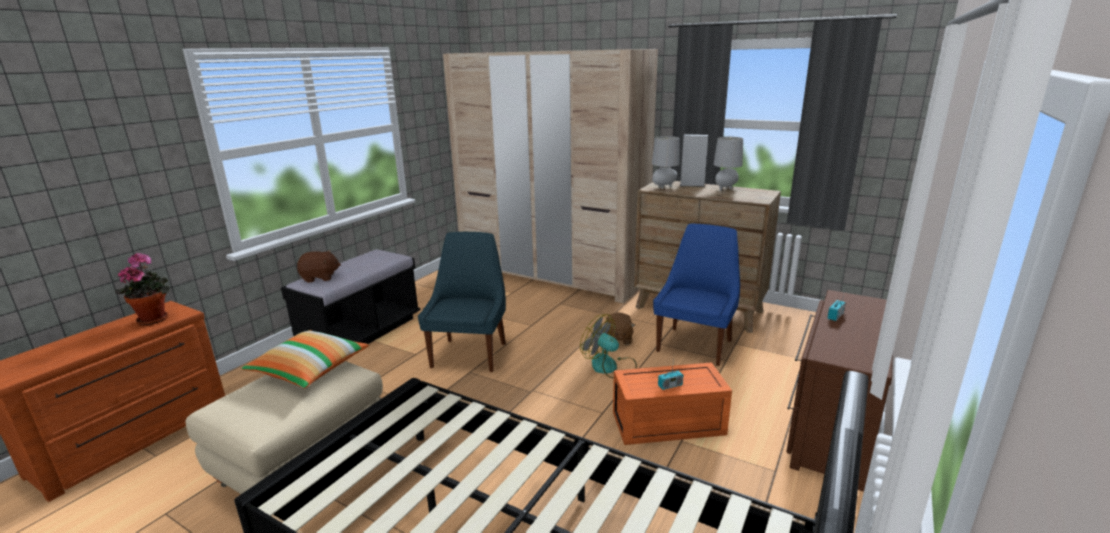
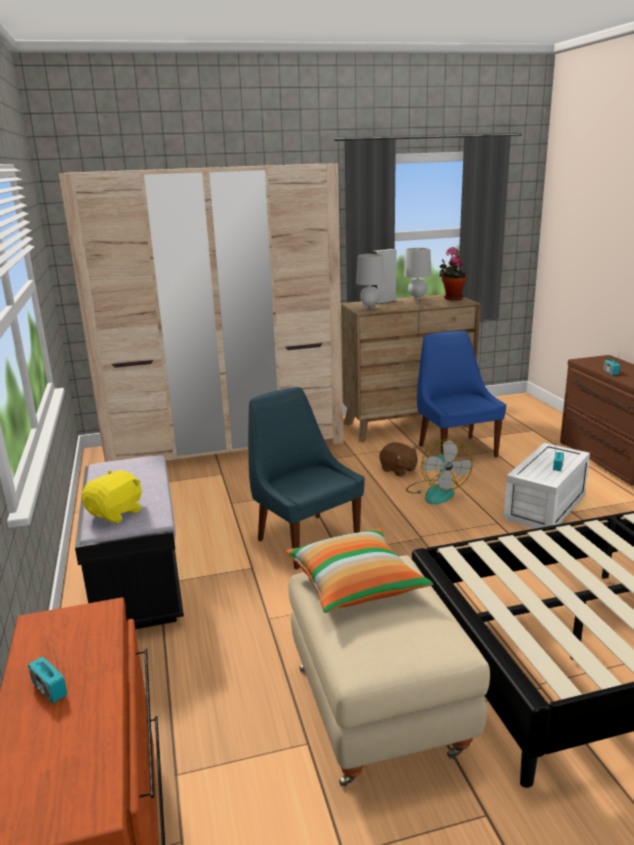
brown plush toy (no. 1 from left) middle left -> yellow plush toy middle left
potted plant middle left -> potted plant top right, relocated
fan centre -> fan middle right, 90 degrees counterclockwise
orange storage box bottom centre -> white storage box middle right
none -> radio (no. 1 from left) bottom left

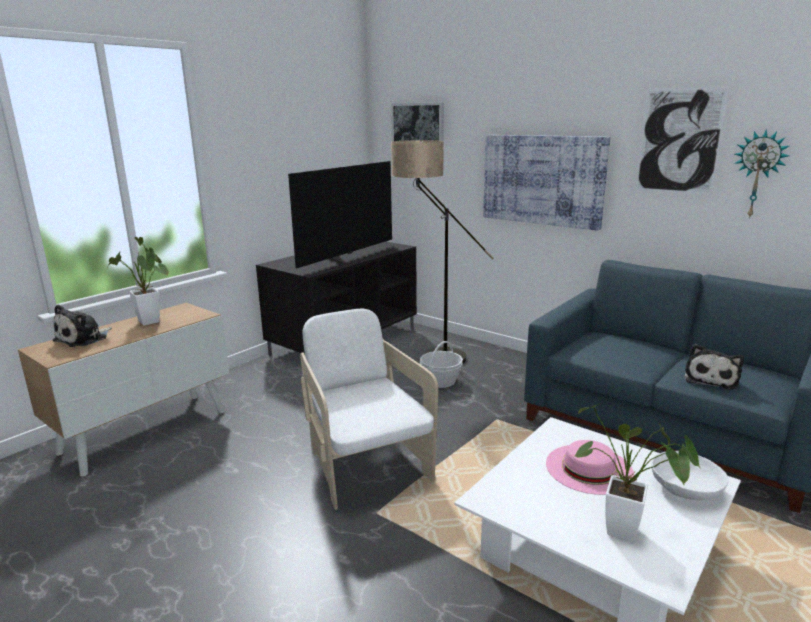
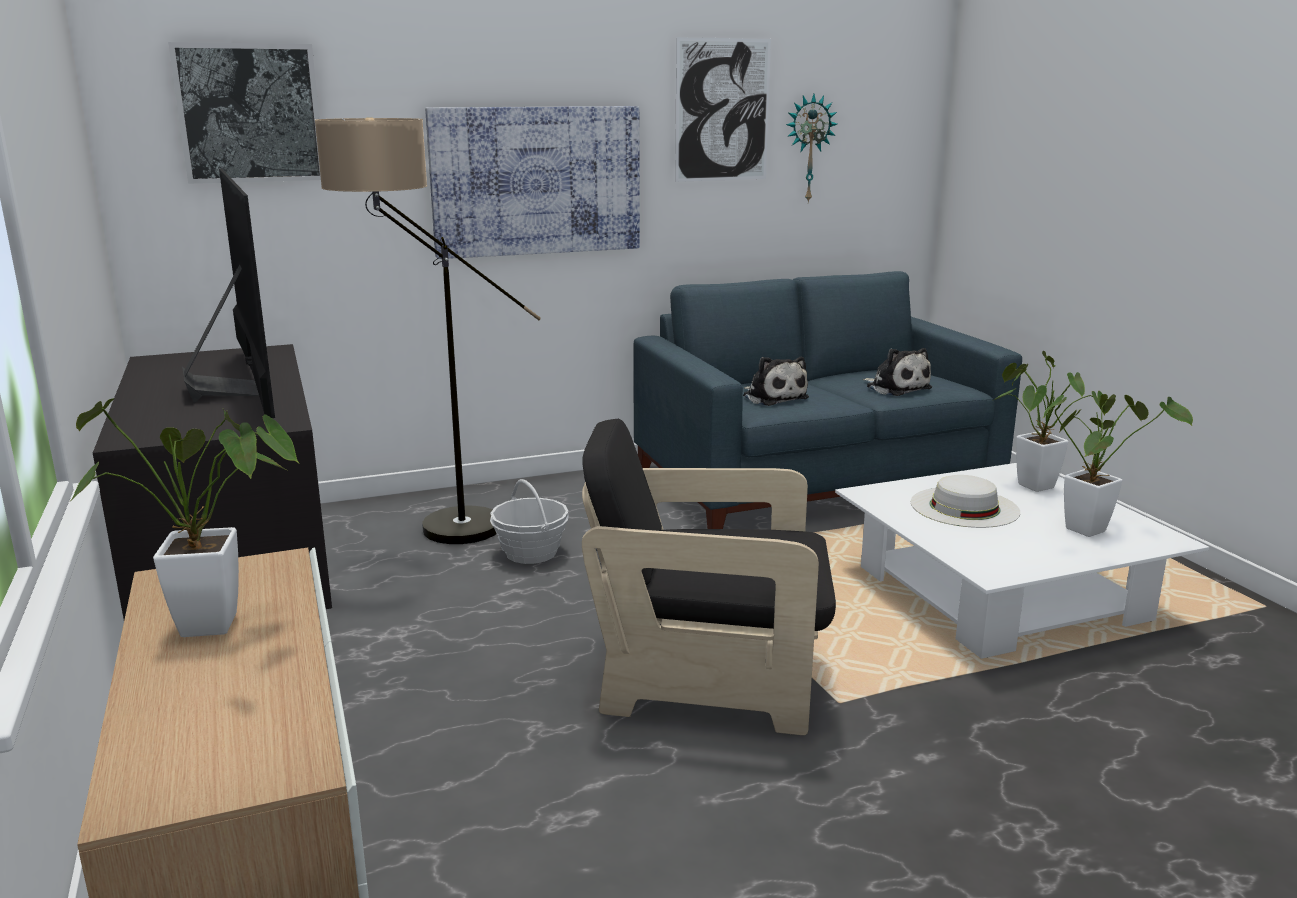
plush toy (no. 1 from left) middle left -> plush toy (no. 1 from left) centre, relocated
white armchair centre -> black armchair centre
pink hat bottom right -> white hat middle right
white bowl bottom right -> potted plant (no. 2 from left) middle right

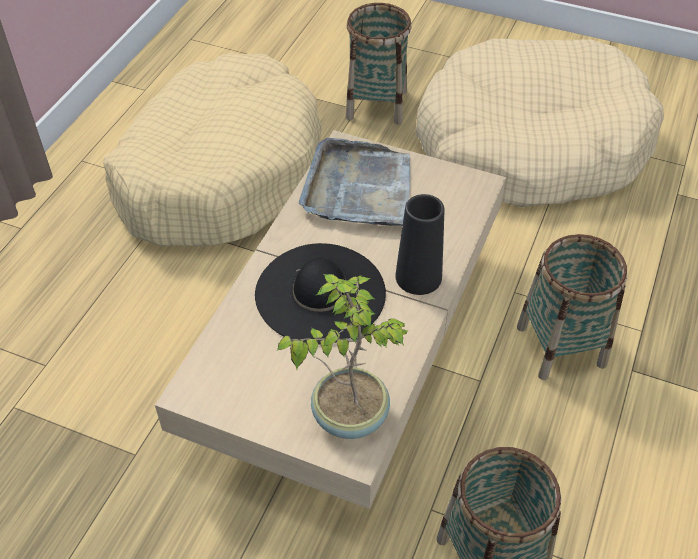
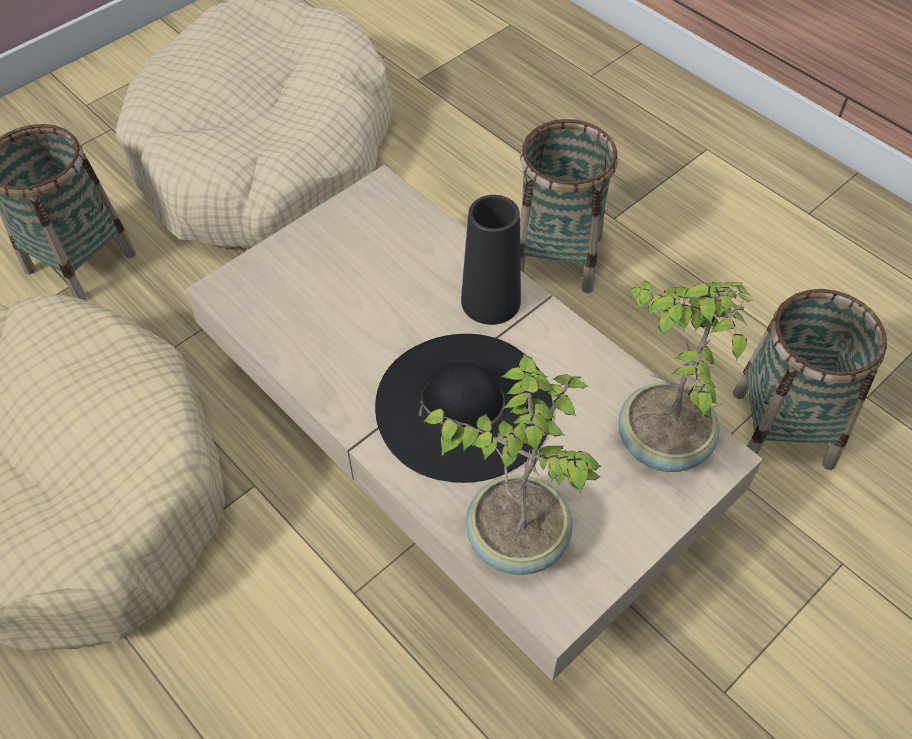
grey tray top centre -> none
none -> potted plant (no. 1 from left) centre

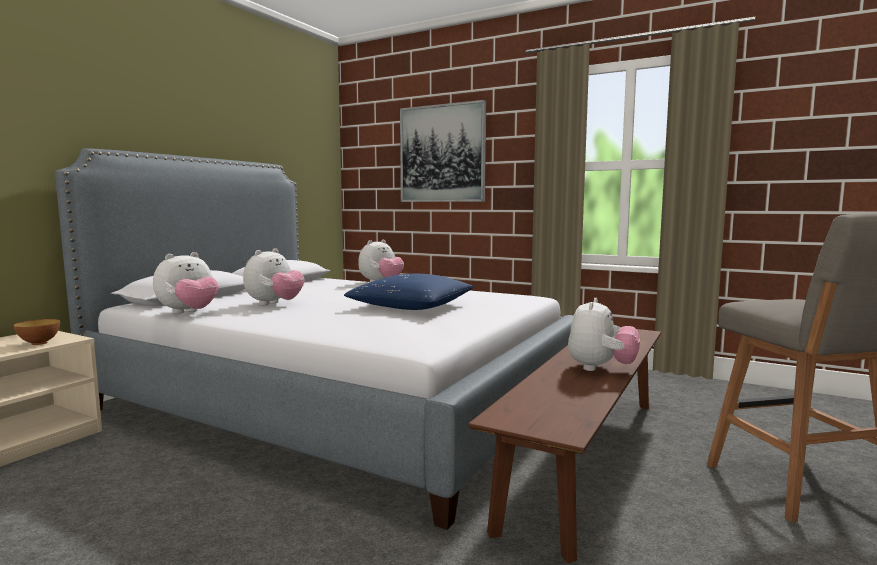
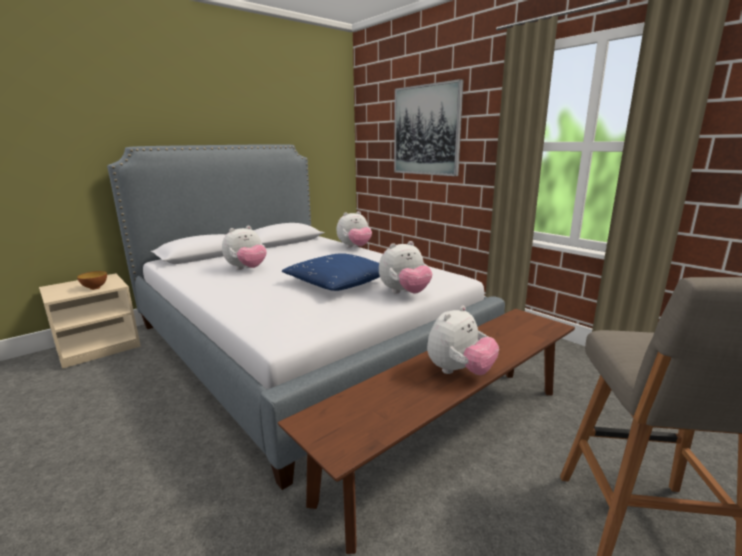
plush toy (no. 1 from left in the first image) middle left -> plush toy (no. 3 from left) centre, relocated

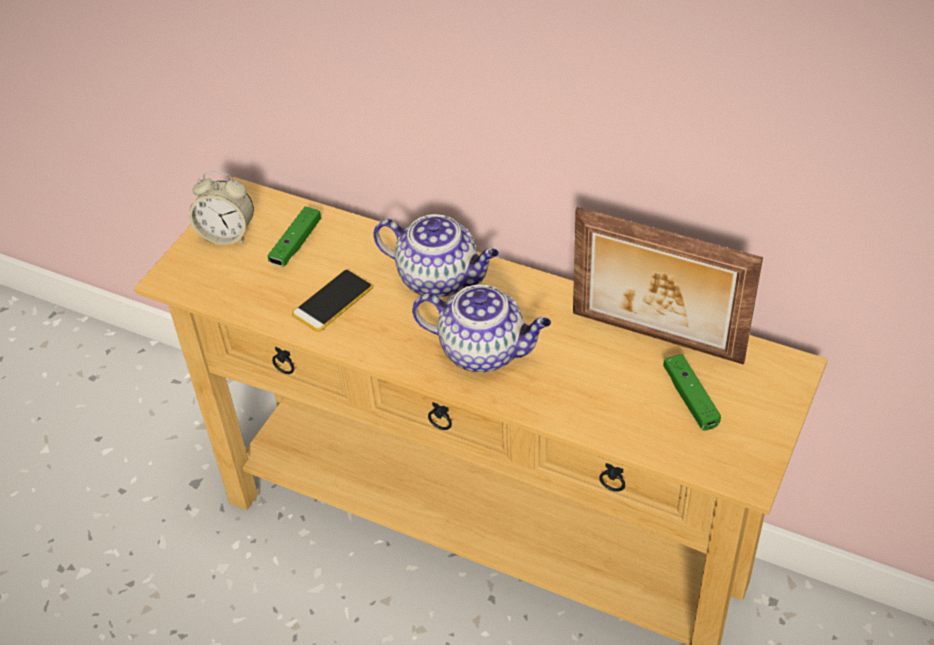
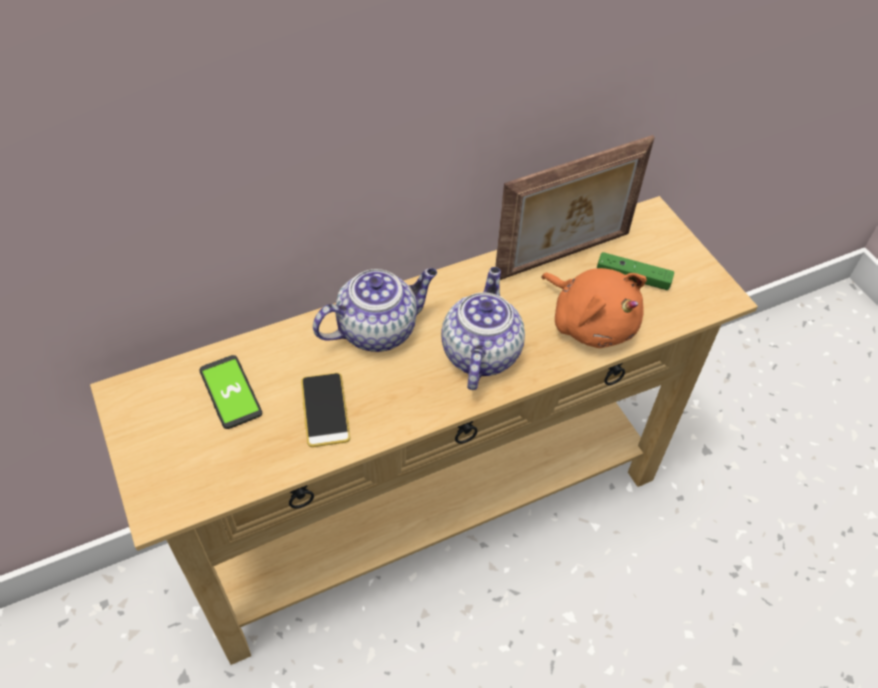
alarm clock top left -> none
green game controller (no. 1 from left) middle left -> phone (no. 1 from left) middle left
teapot (no. 2 from left) centre, 45 degrees counterclockwise
none -> orange plush toy middle right

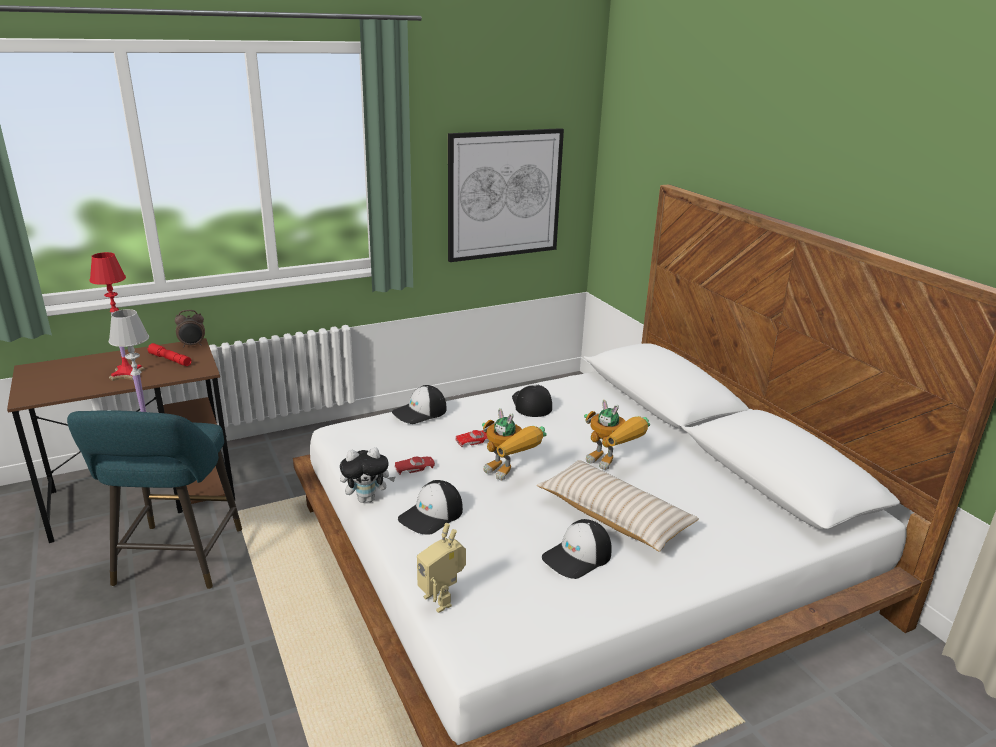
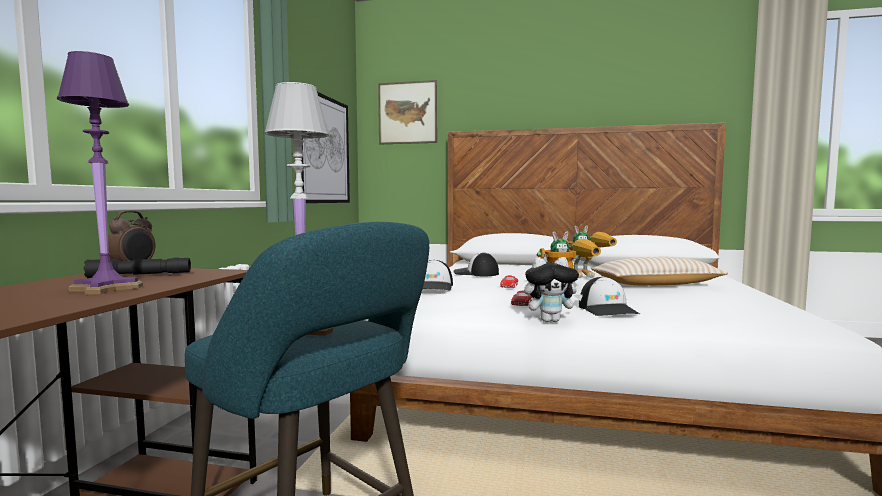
red table lamp middle left -> purple table lamp middle left
red flashlight middle left -> black flashlight middle left
plush toy centre, 60 degrees clockwise
cap (no. 4 from left) bottom centre -> none
toy robot (no. 1 from left) bottom centre -> none
none -> picture (no. 2 from left) top centre

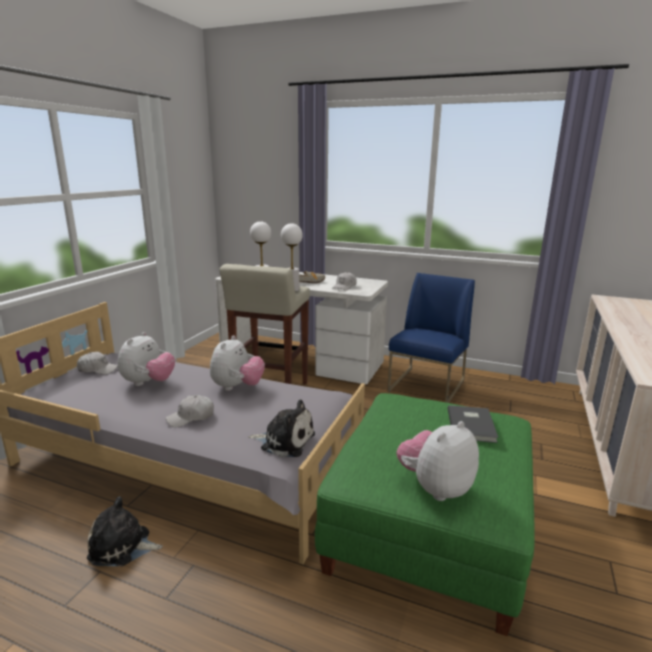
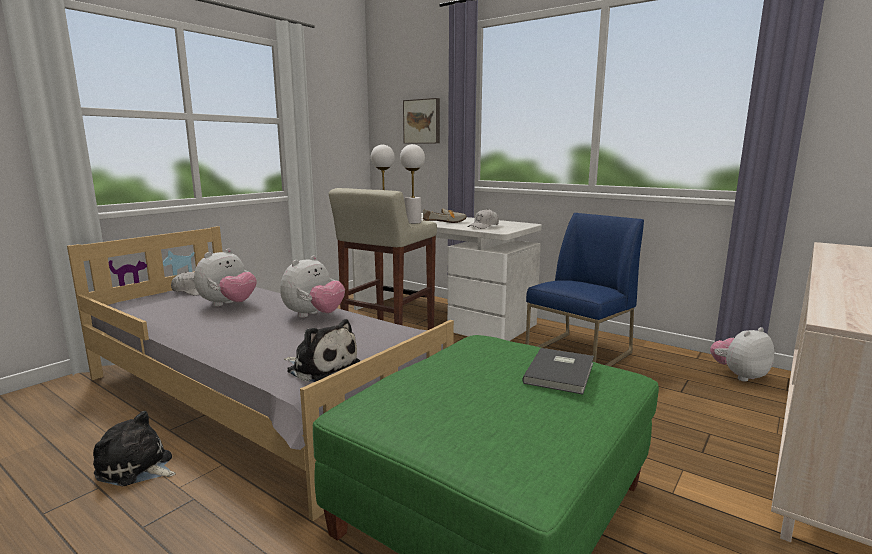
white cap (no. 2 from left) middle left -> none
plush toy (no. 5 from left) bottom right -> plush toy (no. 5 from left) middle right, relocated
none -> picture top centre

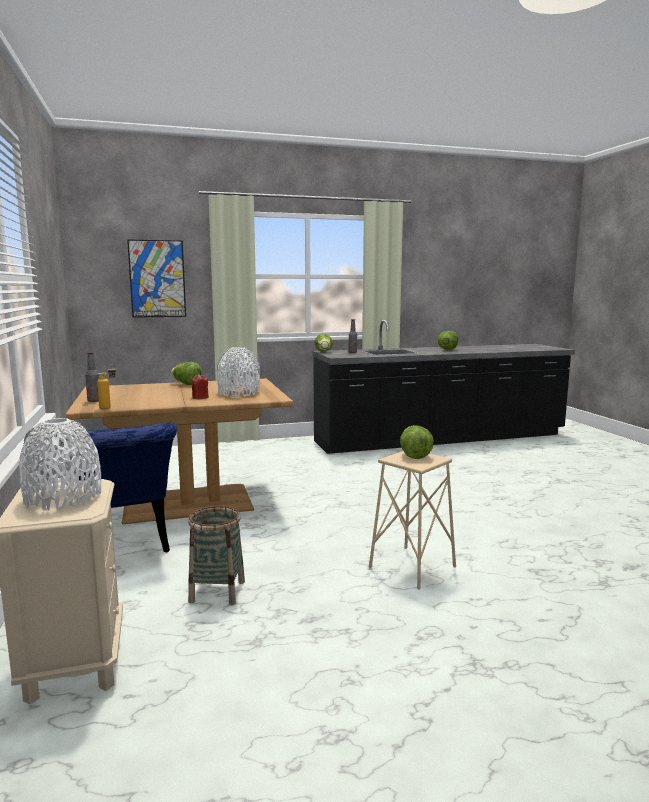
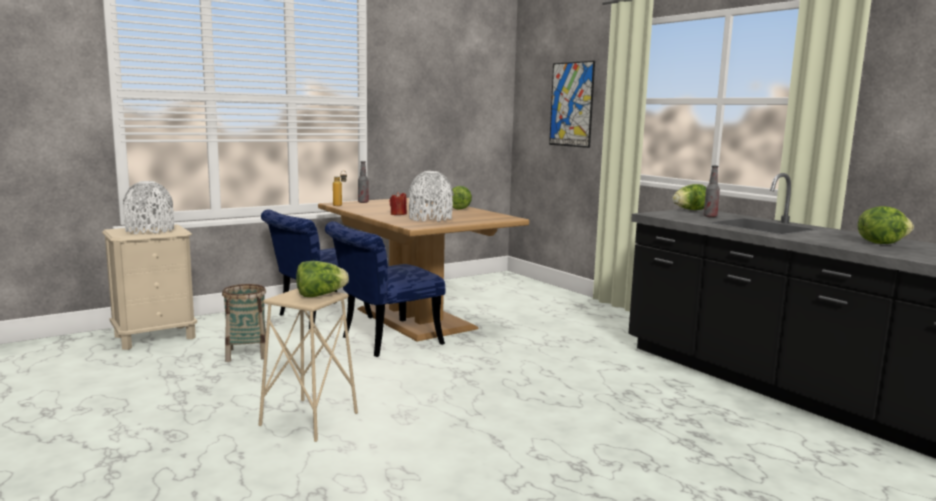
none -> blue chair (no. 2 from left) centre

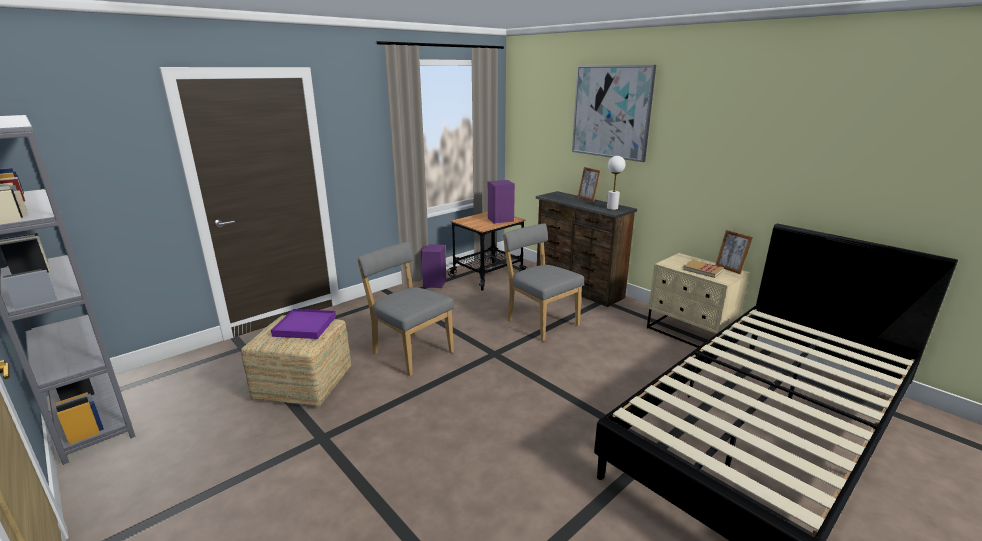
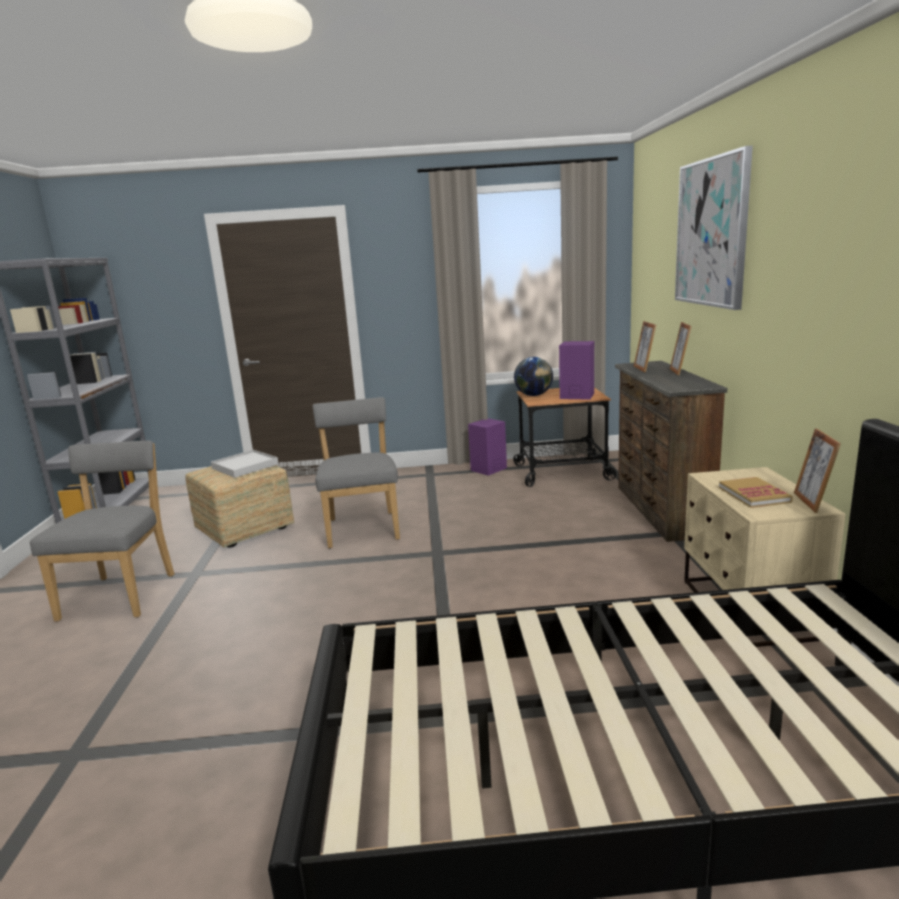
white table lamp centre -> none
grey chair (no. 2 from left in the first image) centre -> grey chair (no. 1 from left) middle left, relocated
purple tray middle left -> white tray middle left
none -> picture frame (no. 1 from left) middle right
none -> globe centre

